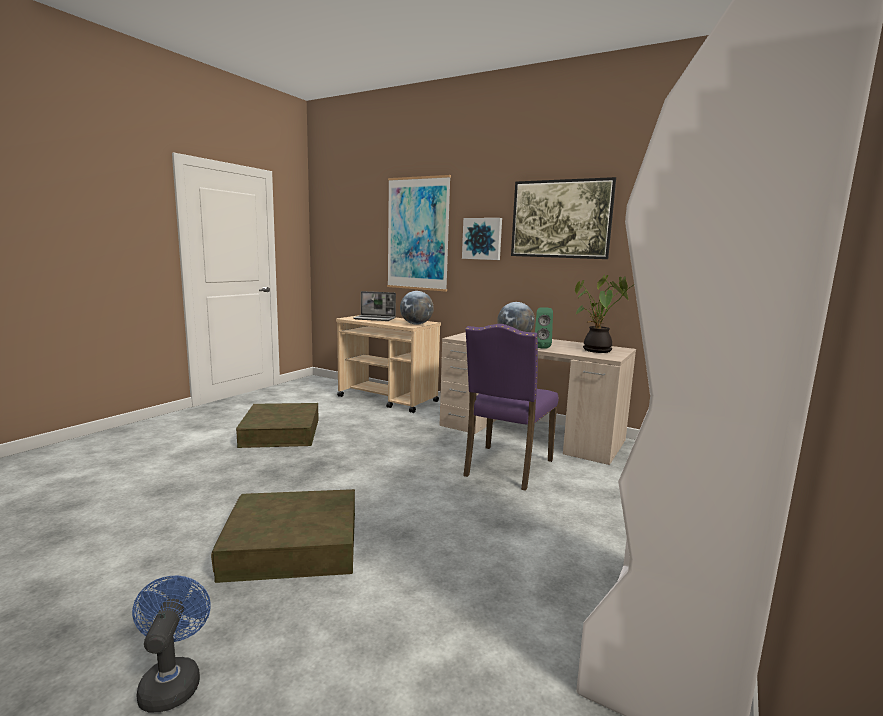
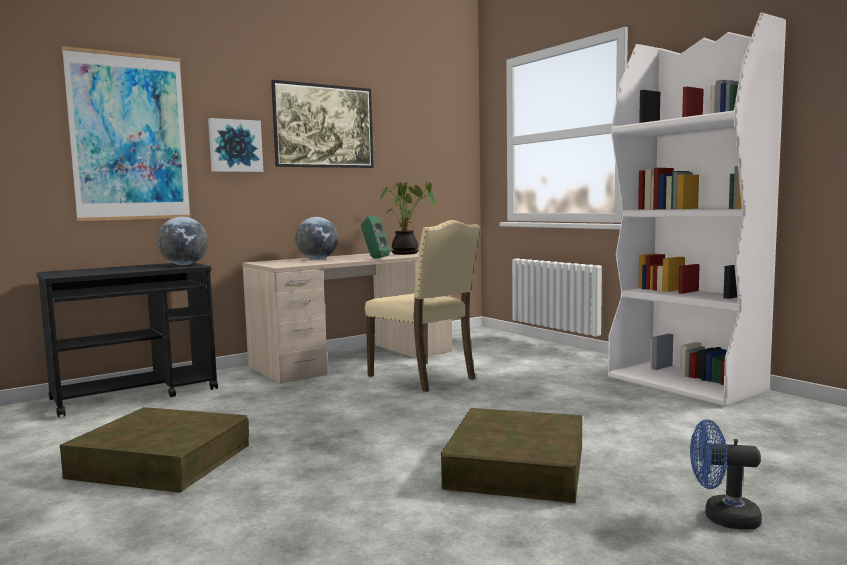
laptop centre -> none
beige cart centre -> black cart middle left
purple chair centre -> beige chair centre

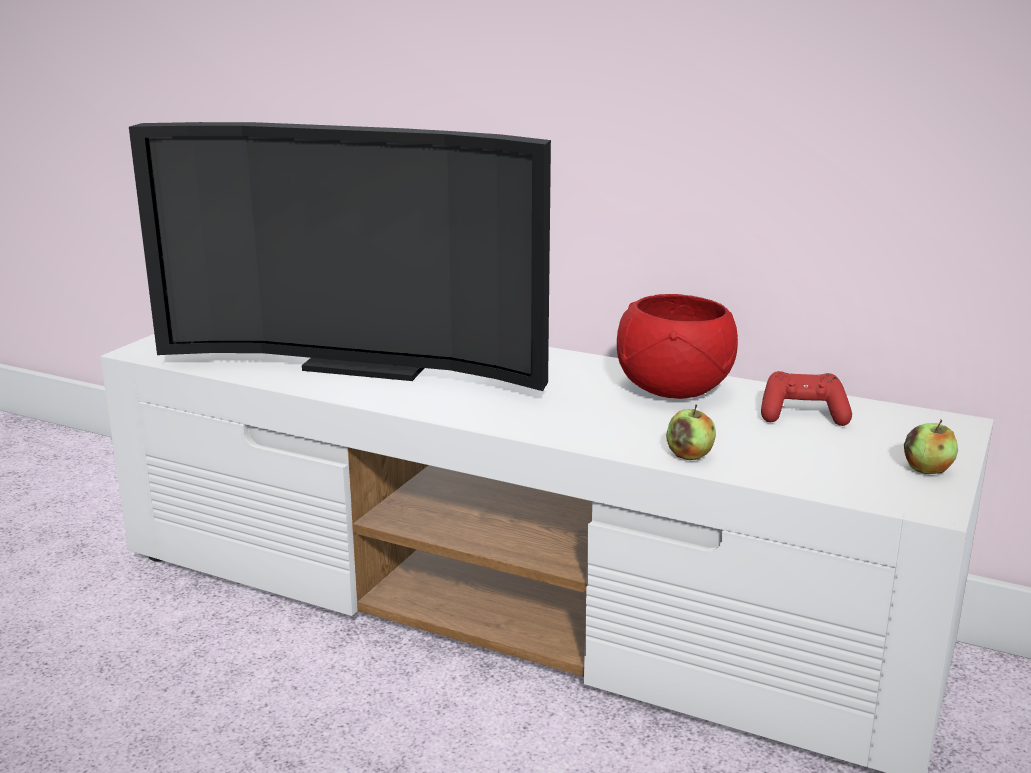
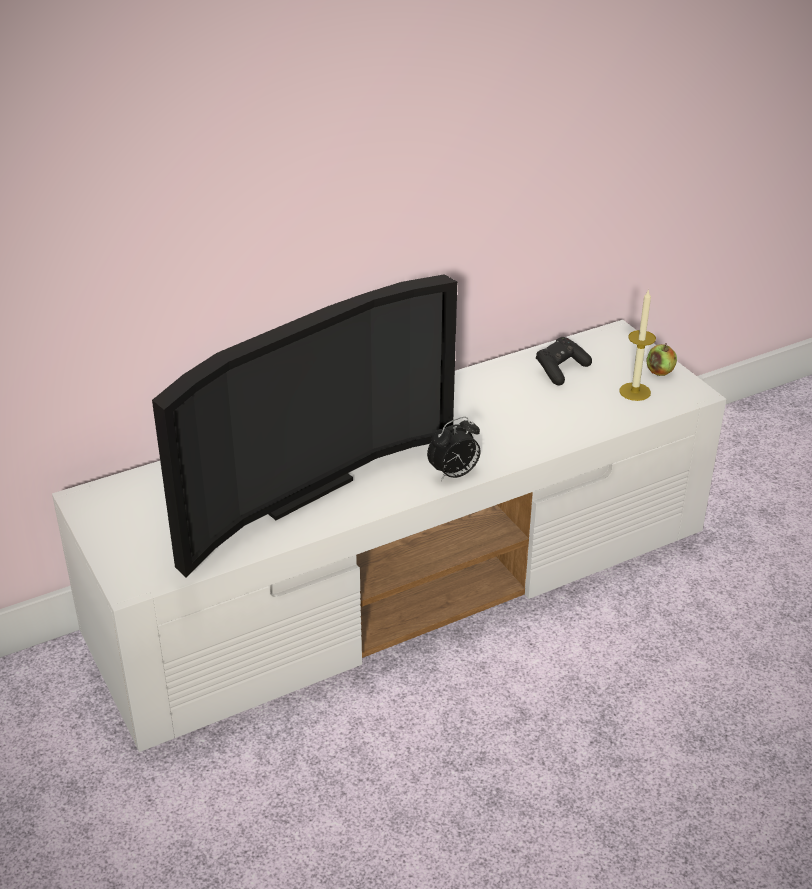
red bowl centre -> none
red game controller middle right -> black game controller middle right
apple (no. 1 from left) middle right -> none
none -> candle middle right
none -> alarm clock centre

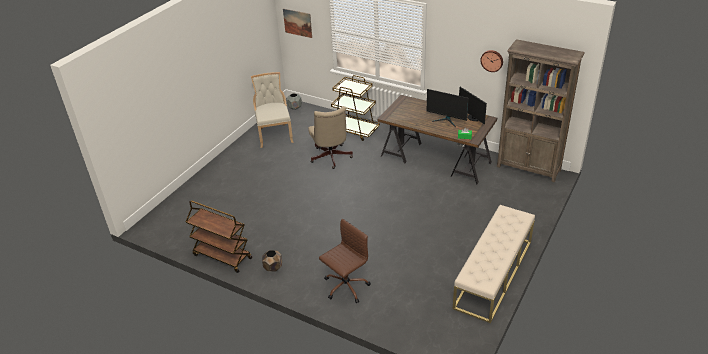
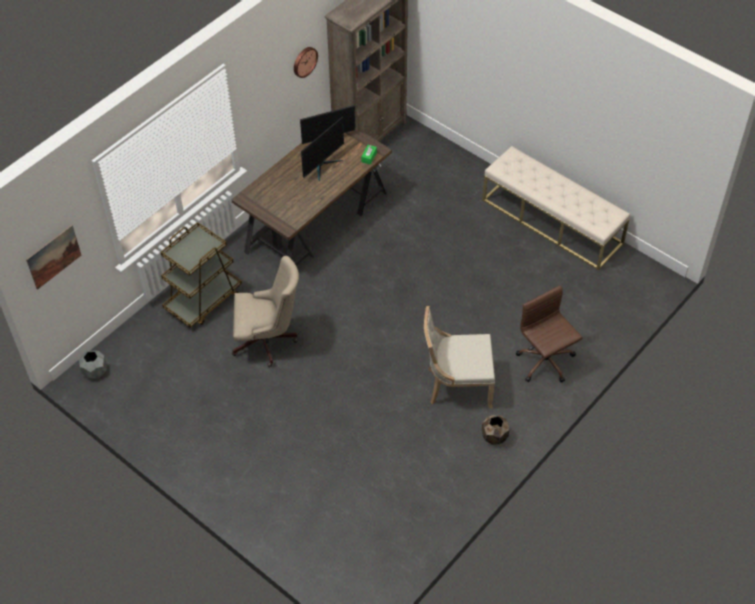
beige chair top centre -> beige chair centre, relocated
brown cart (no. 1 from left) bottom left -> none

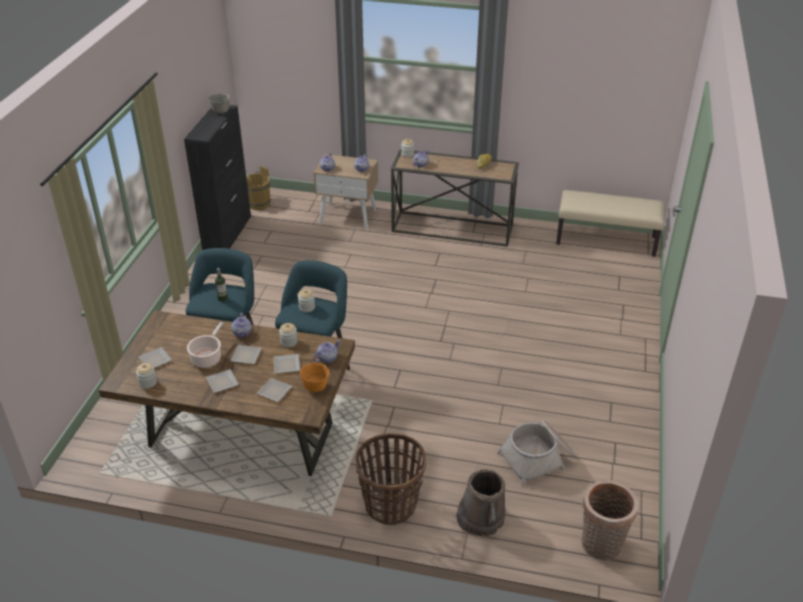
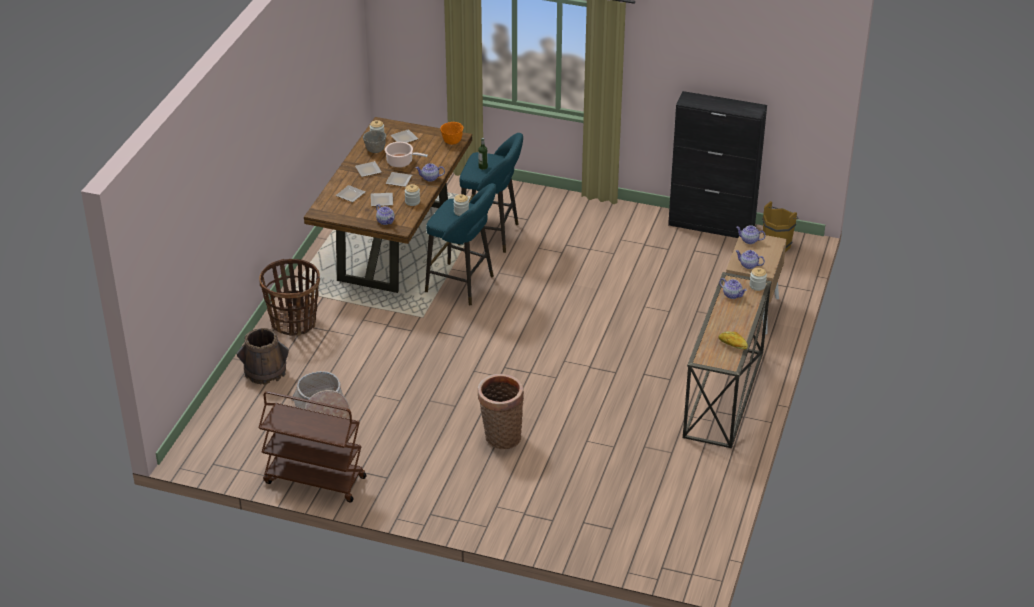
grey bowl top left -> grey bowl top centre, relocated
beige bench middle right -> none
orange bowl centre -> orange bowl top centre, relocated
basket (no. 3 from left) bottom right -> basket (no. 3 from left) bottom centre, relocated
none -> brown cart bottom left

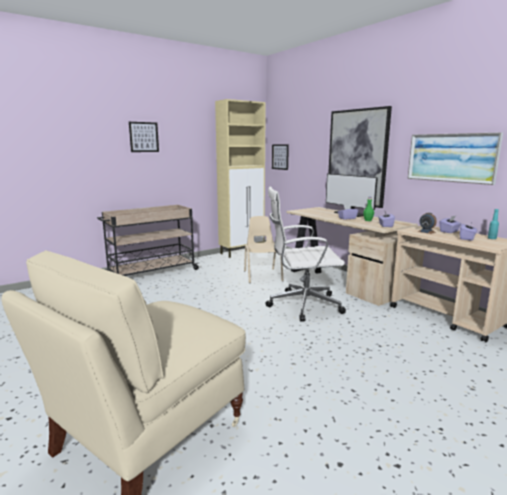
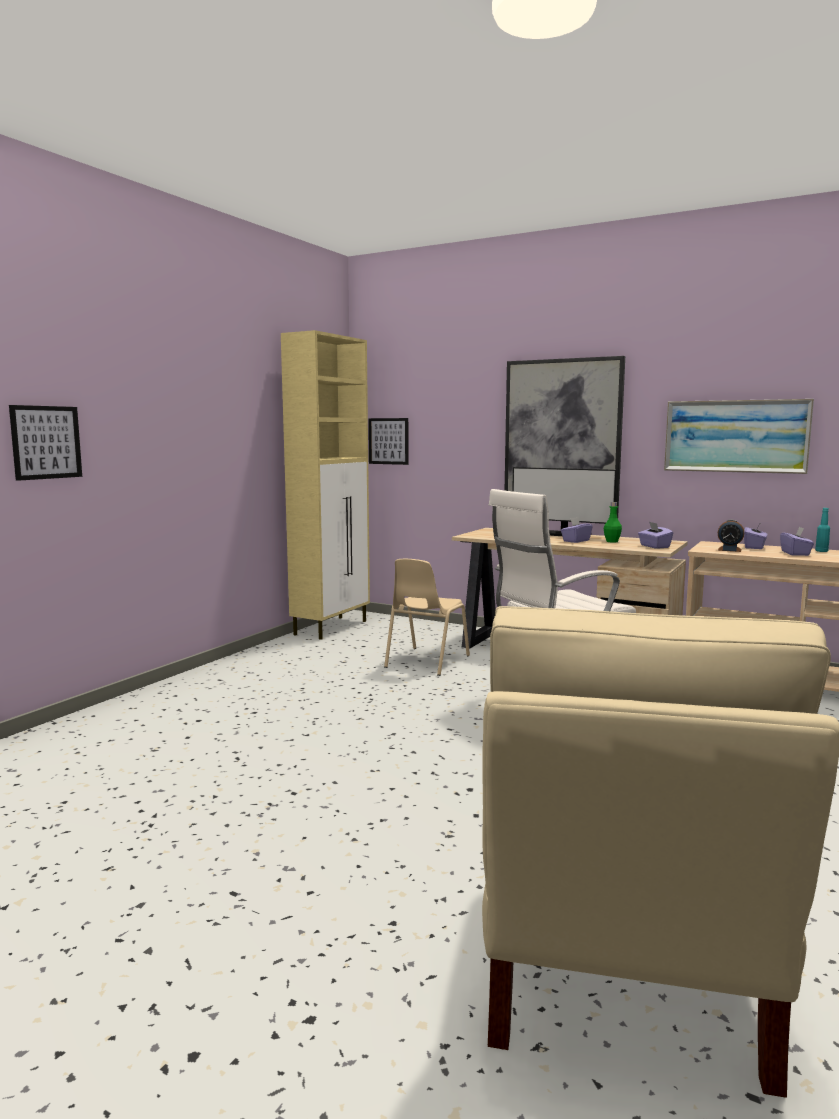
picture (no. 1 from left) top left -> picture (no. 1 from left) middle left, relocated
beige cart (no. 1 from left) middle left -> none
beige chair (no. 2 from left in the first image) centre -> beige chair (no. 1 from left) centre, 120 degrees counterclockwise

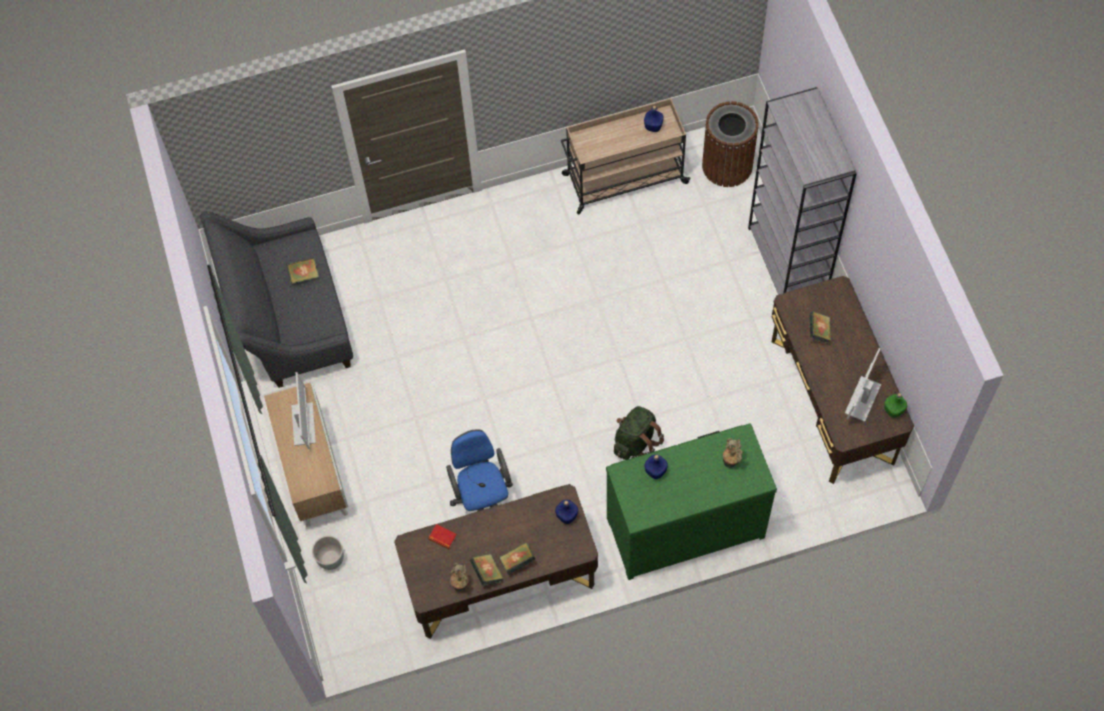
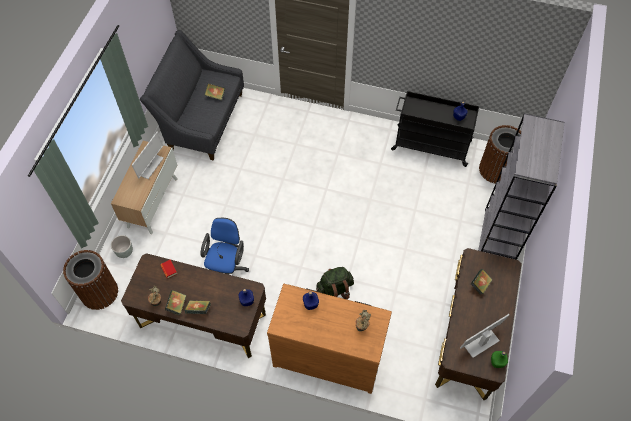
beige cart top centre -> black cart top right
green dresser bottom centre -> brown dresser bottom centre
none -> brown trash can (no. 1 from left) middle left

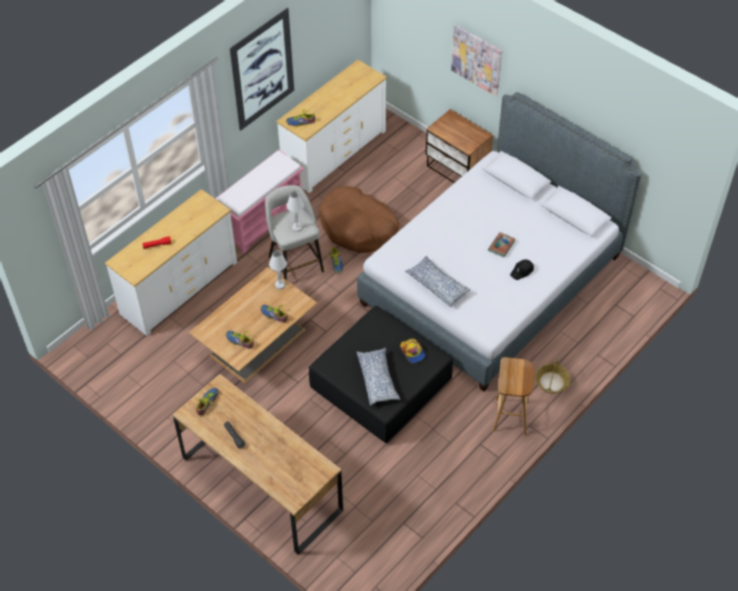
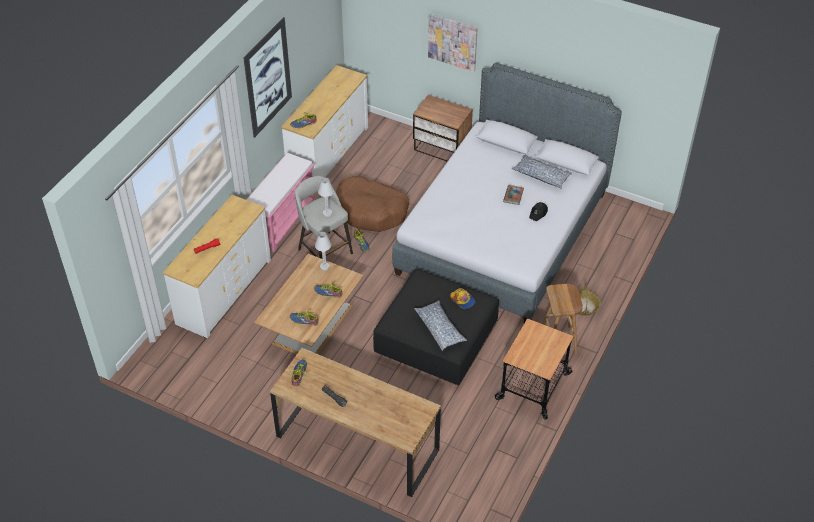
pillow (no. 2 from left) centre -> pillow (no. 2 from left) top centre, relocated
none -> cart bottom centre

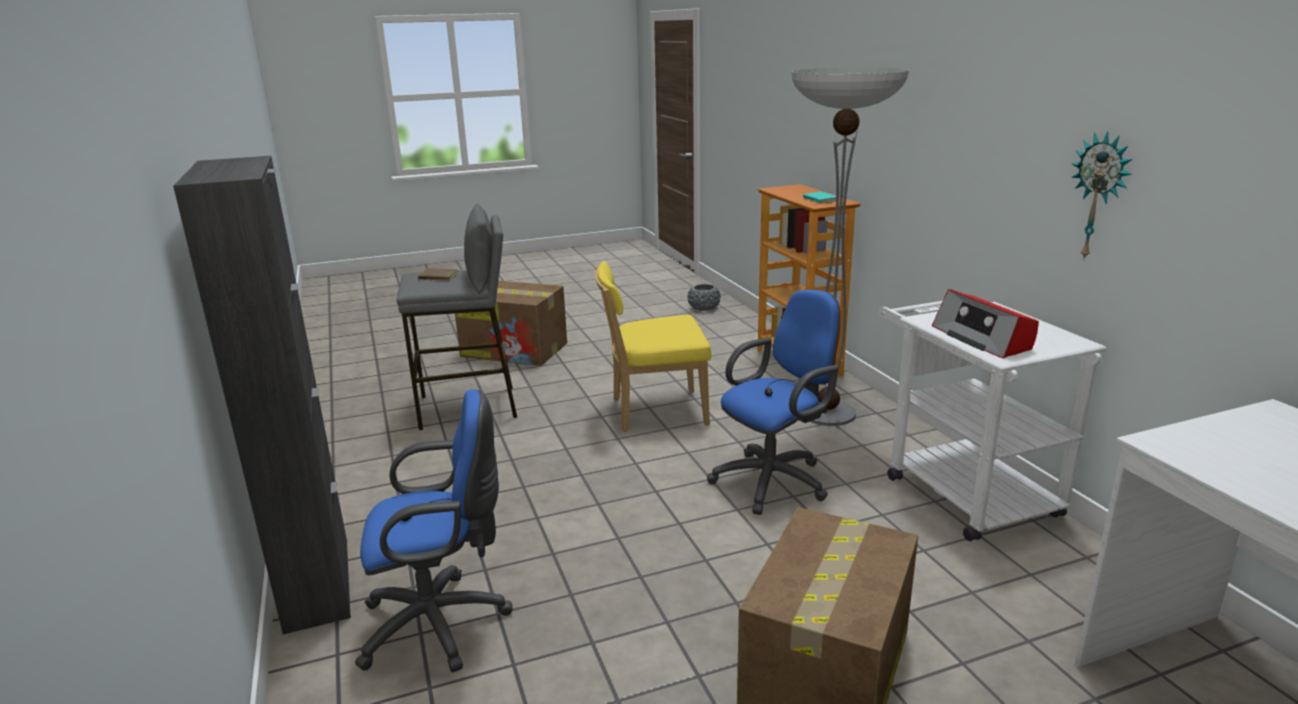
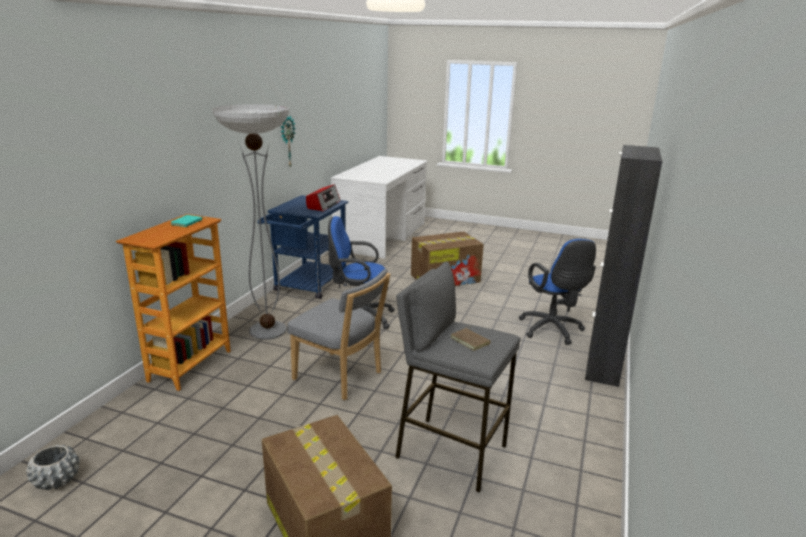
yellow chair centre -> grey chair centre
white cart middle right -> blue cart centre
blue office chair (no. 1 from left in the first image) bottom centre -> blue office chair (no. 2 from left) middle right, 135 degrees counterclockwise

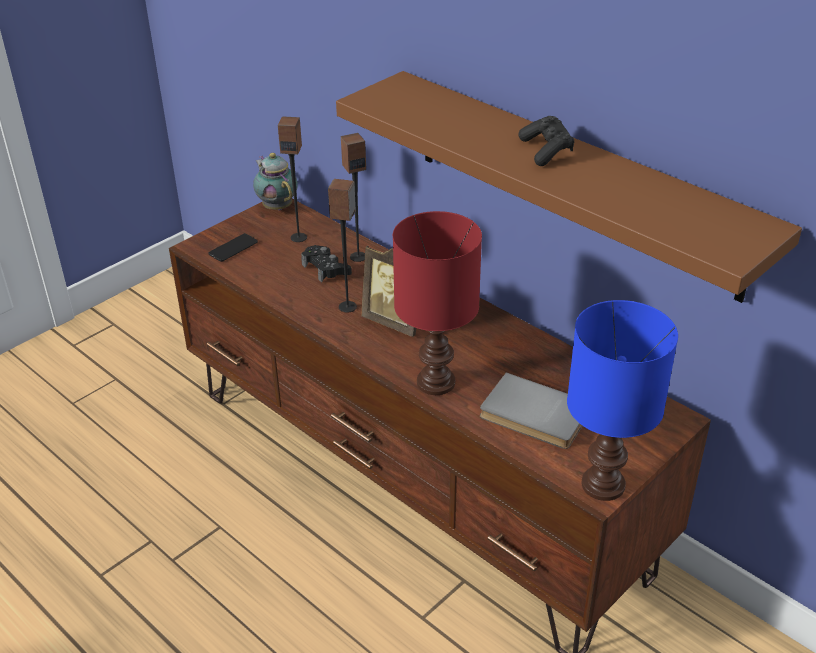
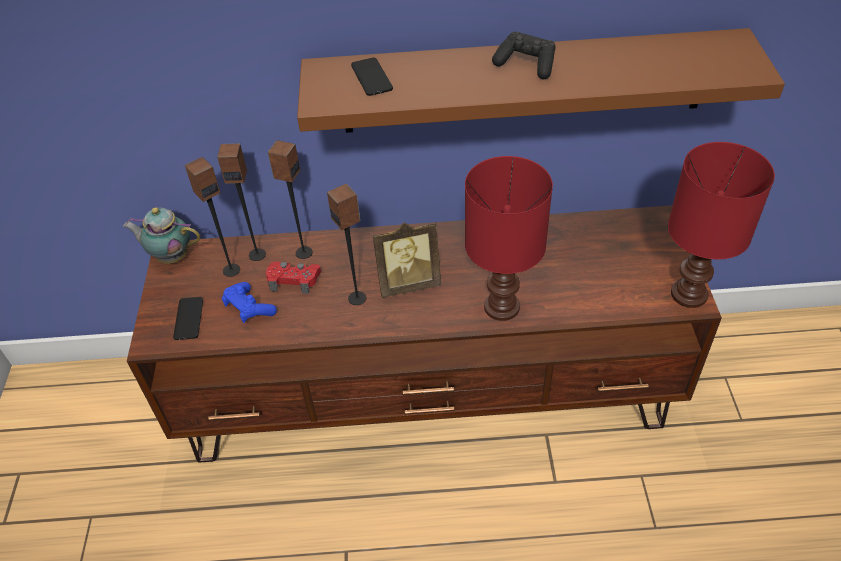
black game controller (no. 1 from left) centre -> red game controller centre
blue table lamp middle right -> red table lamp (no. 2 from left) middle right
grey book centre -> none
none -> phone (no. 2 from left) top centre
none -> speaker (no. 2 from left) middle left
none -> blue game controller middle left

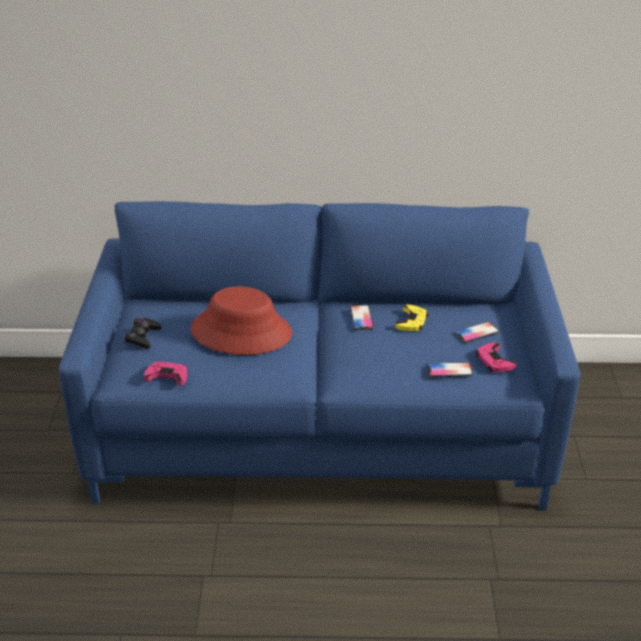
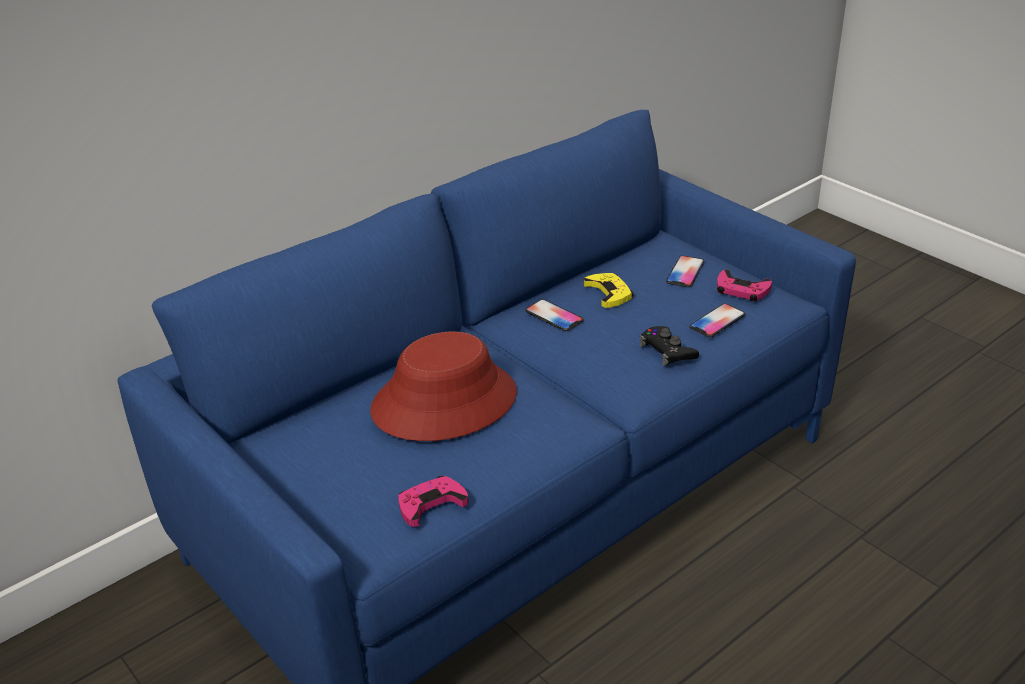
black game controller middle left -> black game controller centre, relocated

